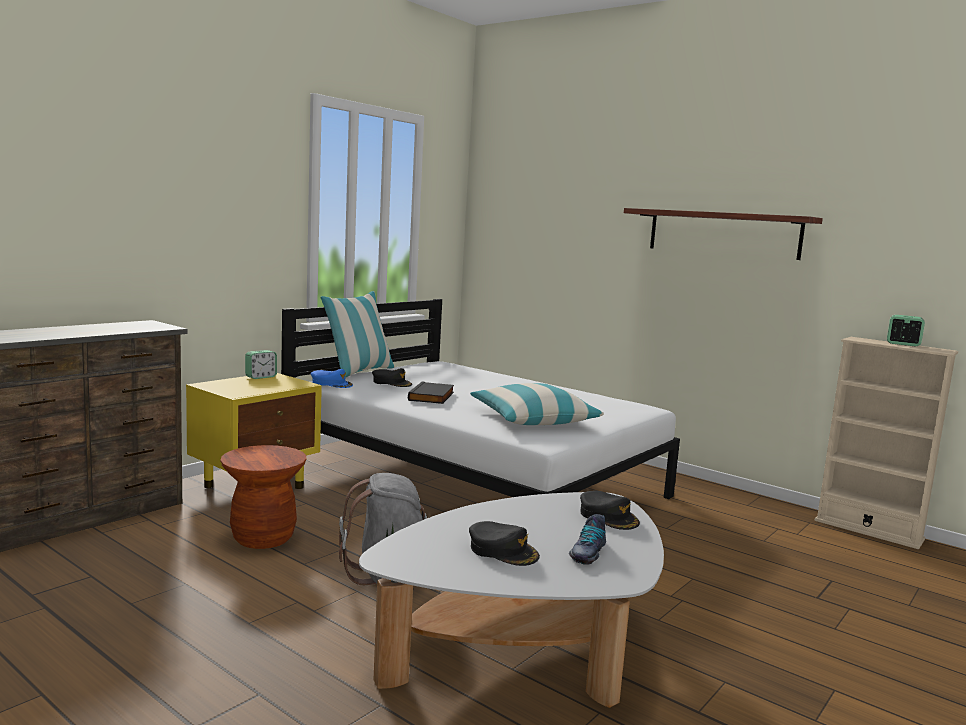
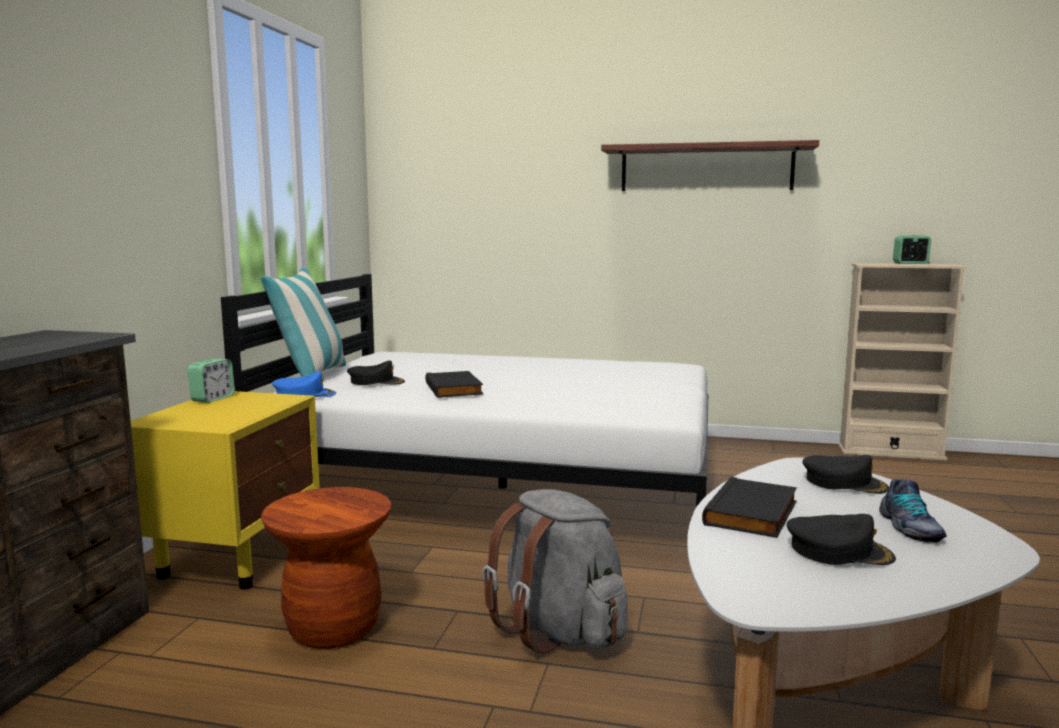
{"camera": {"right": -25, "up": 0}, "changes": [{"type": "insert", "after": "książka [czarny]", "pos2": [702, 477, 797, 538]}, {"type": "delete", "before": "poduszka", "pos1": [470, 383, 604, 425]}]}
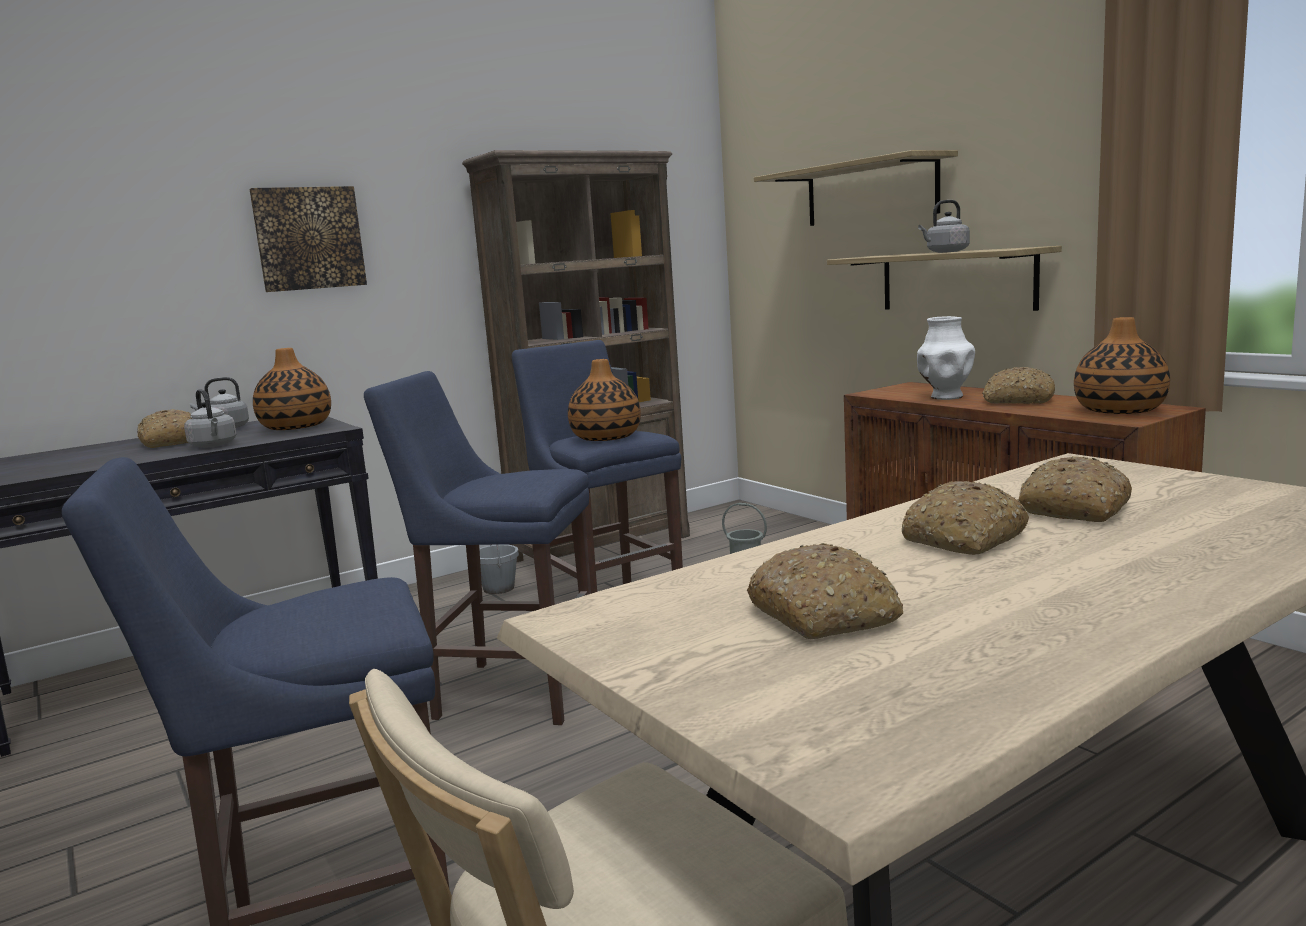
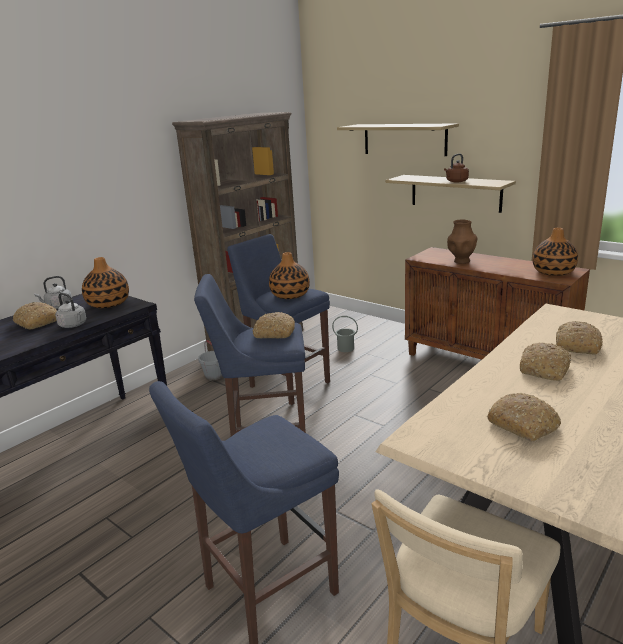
{"camera": {"right": -15, "up": 10}, "changes": [{"type": "move", "before": "chleb", "pos1": [982, 367, 1055, 404], "pos2": [253, 312, 295, 339]}, {"type": "recolor", "before": "czajnik [szary]", "after": "czajnik [brązowy]", "pos1": [918, 200, 970, 253], "pos2": [444, 154, 469, 182]}, {"type": "recolor", "before": "wazon [biały]", "after": "wazon [brązowy]", "pos1": [917, 316, 975, 400], "pos2": [447, 219, 477, 264]}, {"type": "delete", "before": "obraz", "pos1": [249, 186, 367, 292]}]}
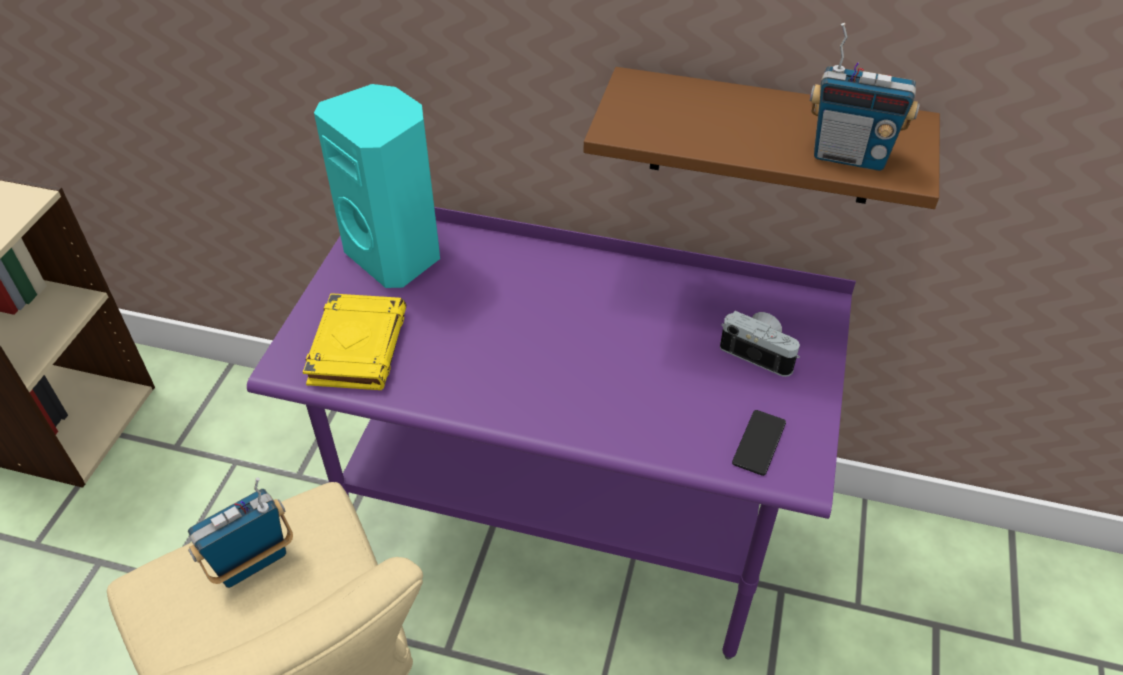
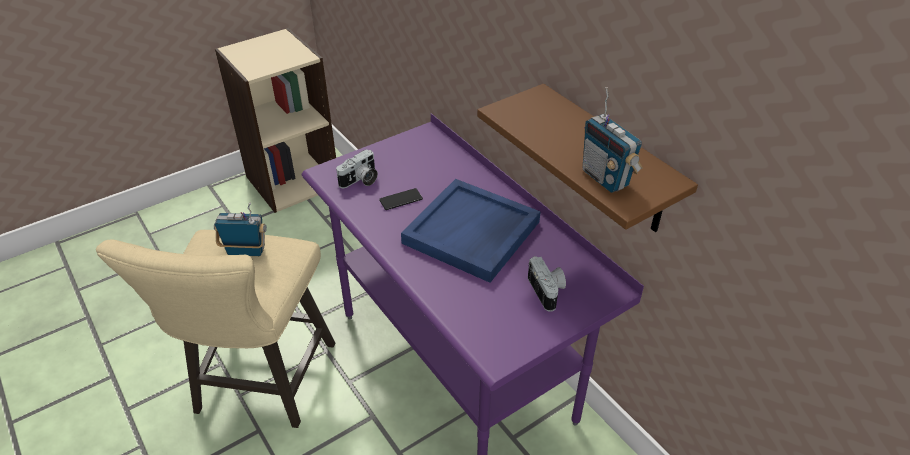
{"camera": {"right": 40, "up": -5}, "changes": [{"type": "replace", "before": "książka [żółty]", "after": "aparat fotograficzny", "pos1": [303, 293, 406, 390], "pos2": [336, 149, 378, 188]}, {"type": "move", "before": "telefon", "pos1": [732, 410, 786, 476], "pos2": [379, 188, 423, 210]}, {"type": "insert", "after": "taca [niebieski]", "pos2": [401, 179, 541, 283]}, {"type": "delete", "before": "głośnik [turkusowy]", "pos1": [314, 84, 440, 288]}]}
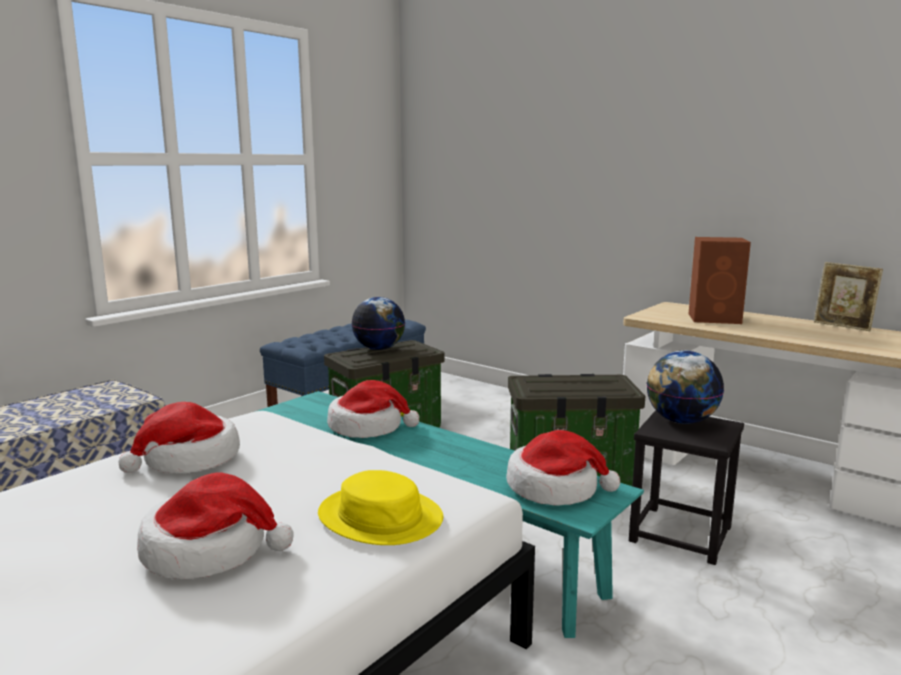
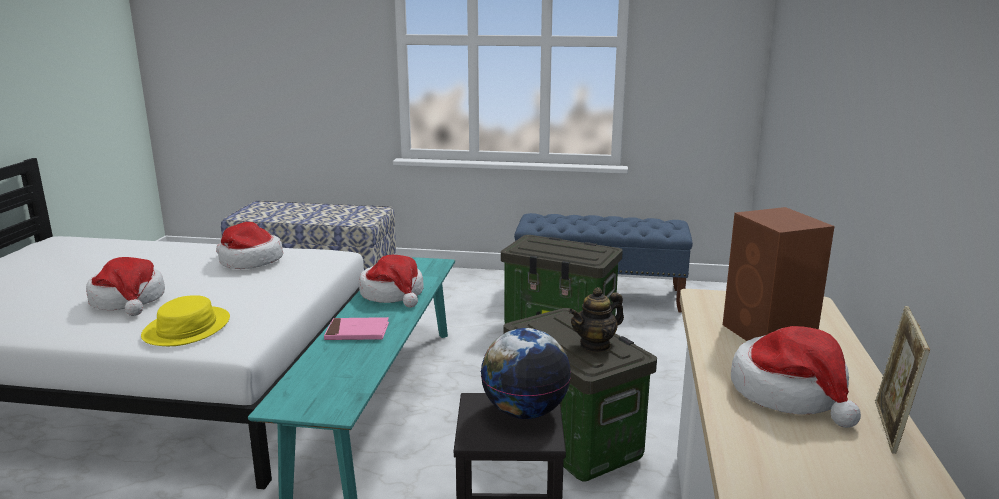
{"camera": {"right": 60, "up": 5}, "changes": [{"type": "insert", "after": "książka [różowy]", "pos2": [324, 317, 389, 340]}, {"type": "insert", "after": "imbryk", "pos2": [569, 287, 624, 352]}, {"type": "move", "before": "kapelusz", "pos1": [506, 430, 620, 506], "pos2": [731, 326, 861, 428]}, {"type": "delete", "before": "globus", "pos1": [351, 297, 405, 350]}]}
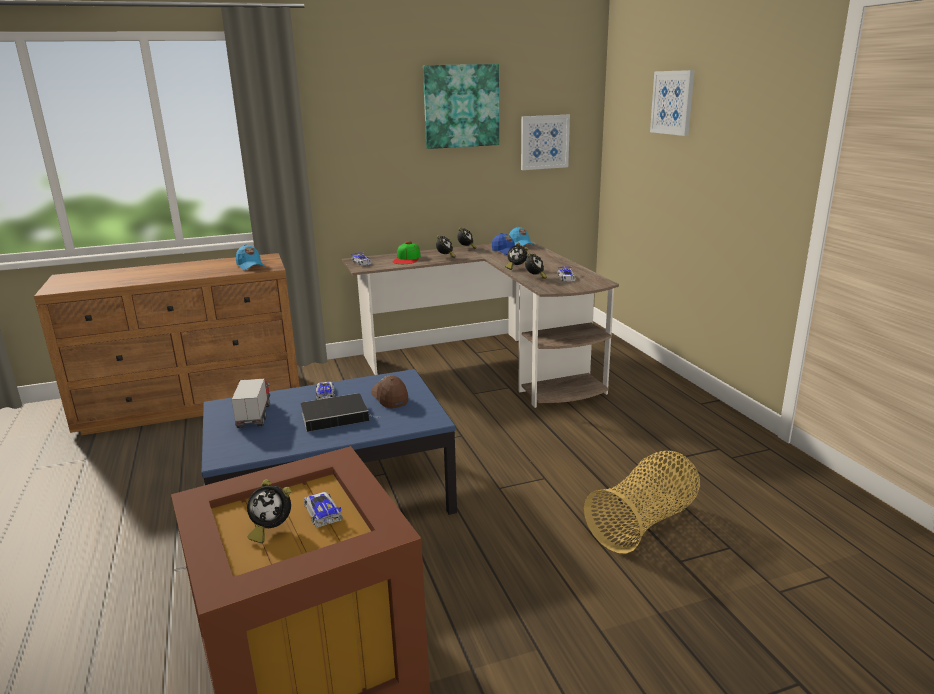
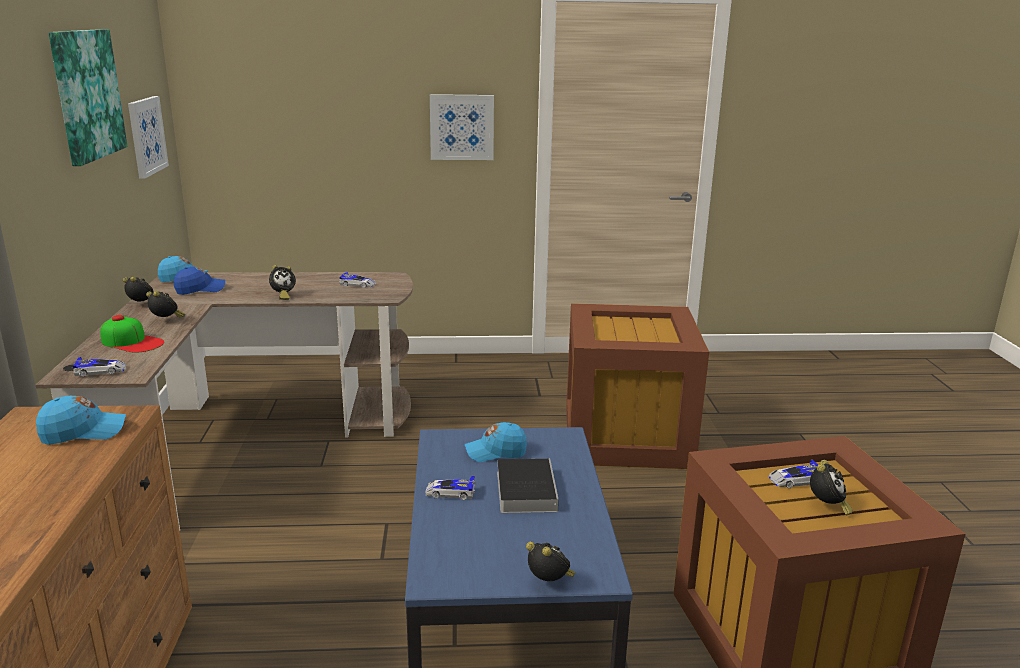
{"camera": {"right": -75, "up": 0}, "changes": [{"type": "move", "before": "obraz", "pos1": [650, 70, 694, 136], "pos2": [430, 94, 494, 160]}, {"type": "recolor", "before": "czapka z daszkiem [brązowy]", "after": "czapka z daszkiem [niebieski]", "pos1": [371, 375, 408, 409], "pos2": [465, 422, 527, 462]}, {"type": "move", "before": "budzik", "pos1": [525, 253, 547, 279], "pos2": [526, 542, 575, 581]}, {"type": "replace", "before": "koszyk", "after": "pojemnik do przechowywania [brązowy]", "pos1": [584, 451, 700, 554], "pos2": [566, 303, 709, 469]}, {"type": "delete", "before": "ciężarówka zabawkowa", "pos1": [231, 379, 270, 428]}]}
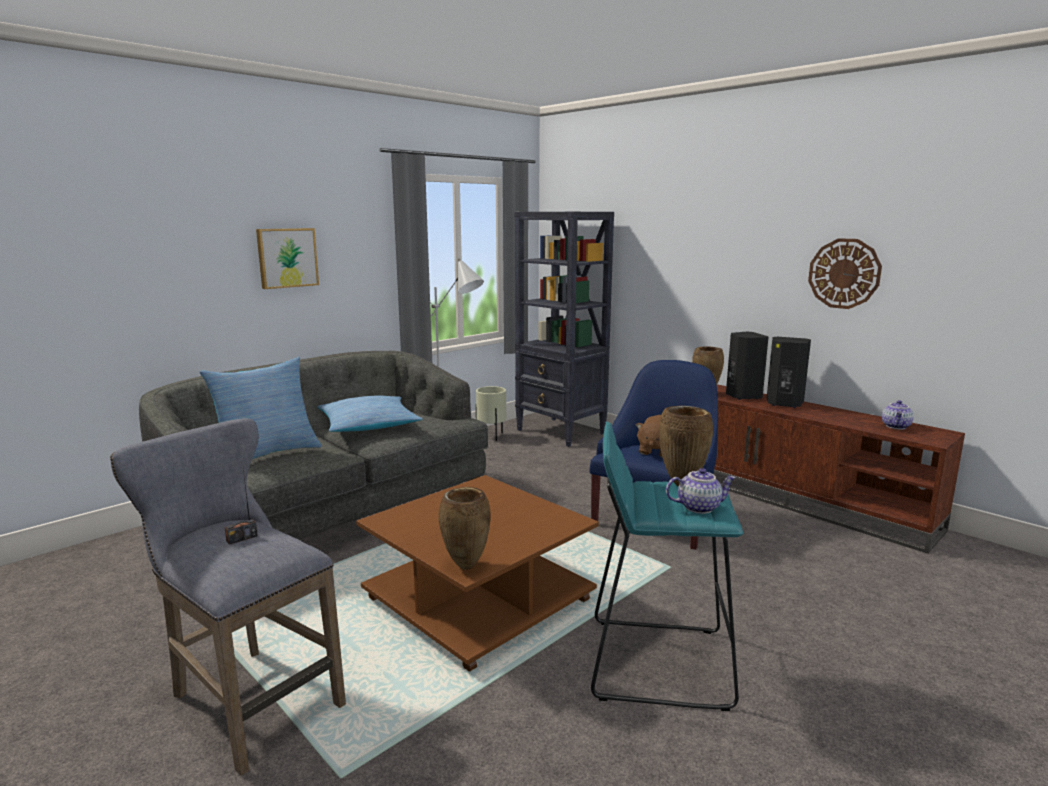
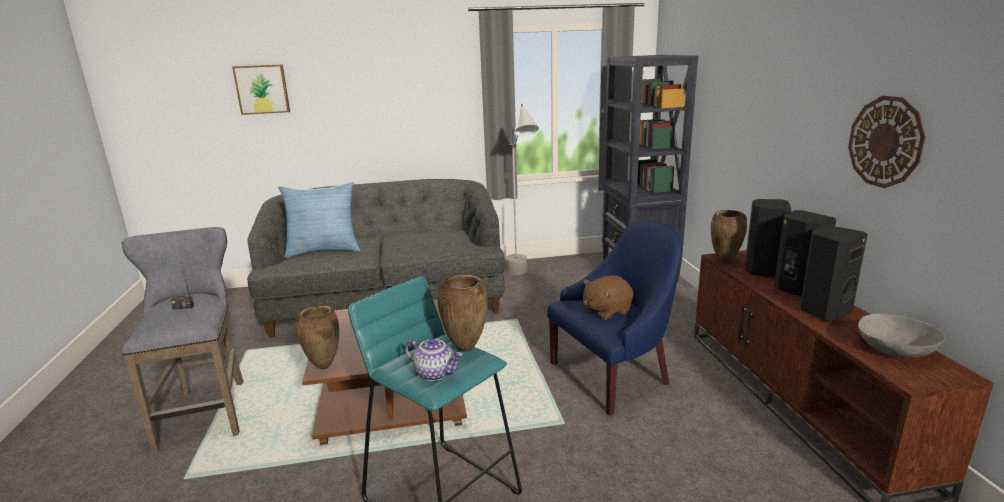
{"camera": {"right": 35, "up": 5}, "changes": [{"type": "move", "before": "obraz", "pos1": [256, 228, 319, 289], "pos2": [232, 64, 290, 115]}, {"type": "insert", "after": "głośnik [czarny]", "pos2": [800, 226, 868, 321]}, {"type": "replace", "before": "imbryk", "after": "miska [szary]", "pos1": [882, 400, 914, 429], "pos2": [858, 314, 945, 358]}, {"type": "delete", "before": "poduszka", "pos1": [317, 395, 423, 432]}, {"type": "delete", "before": "donica [beżowy]", "pos1": [476, 386, 506, 441]}]}
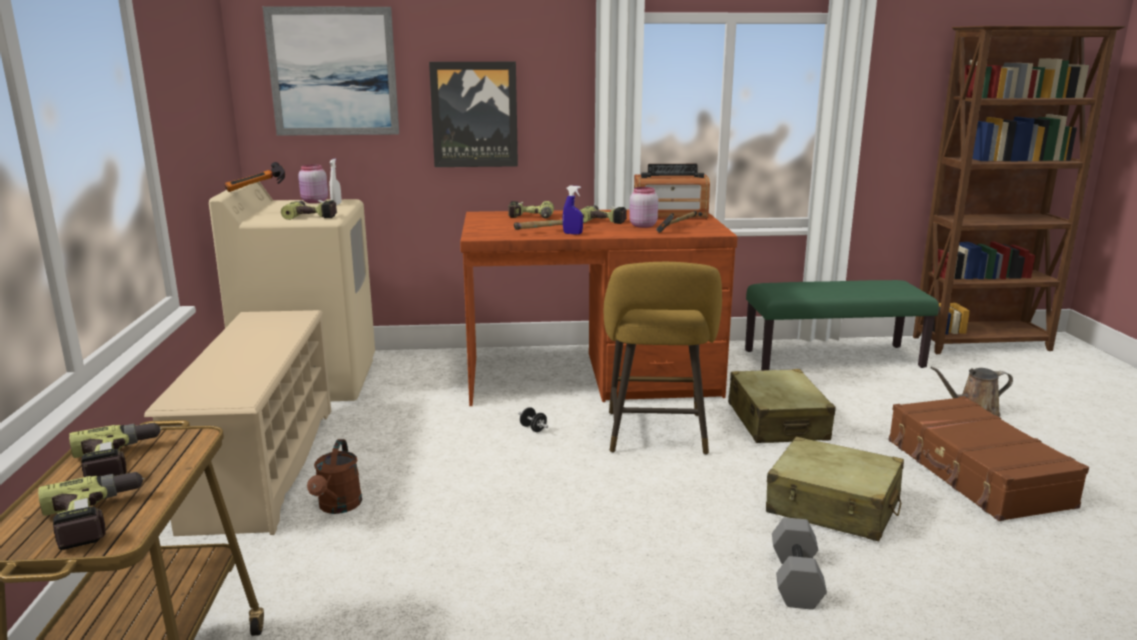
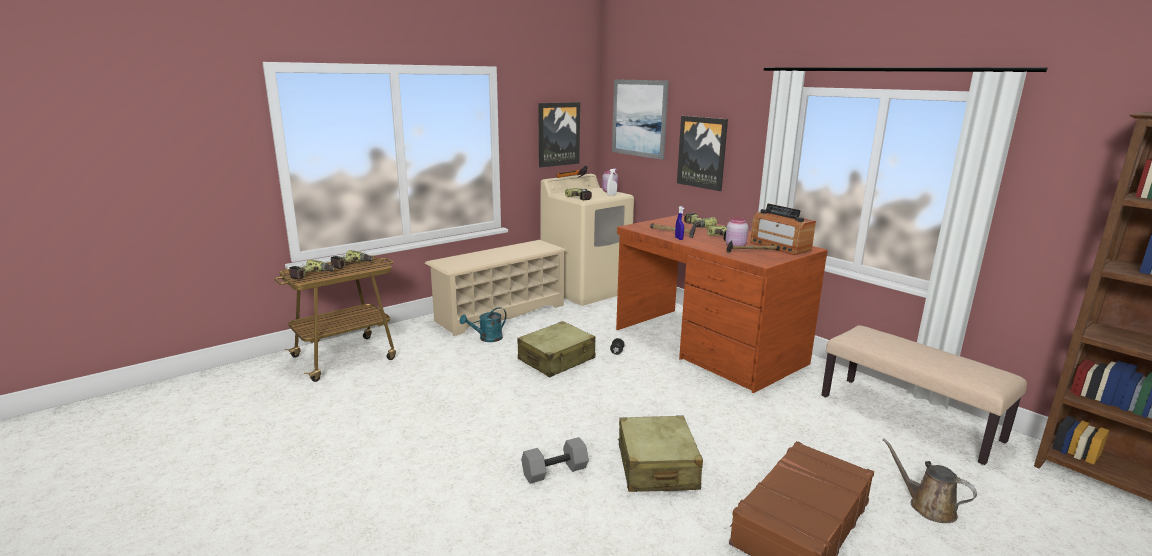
{"camera": {"right": 55, "up": 0}, "changes": [{"type": "recolor", "before": "konewka [brązowy]", "after": "konewka [turkusowy]", "pos1": [307, 439, 362, 514], "pos2": [460, 307, 507, 342]}, {"type": "move", "before": "walizka [beżowy]", "pos1": [728, 369, 836, 443], "pos2": [517, 321, 595, 377]}, {"type": "insert", "after": "obraz", "pos2": [538, 102, 580, 167]}, {"type": "recolor", "before": "ławka [zielony]", "after": "ławka [beżowy]", "pos1": [745, 280, 939, 370], "pos2": [822, 325, 1027, 465]}, {"type": "delete", "before": "stołek [żółty]", "pos1": [604, 262, 722, 455]}]}
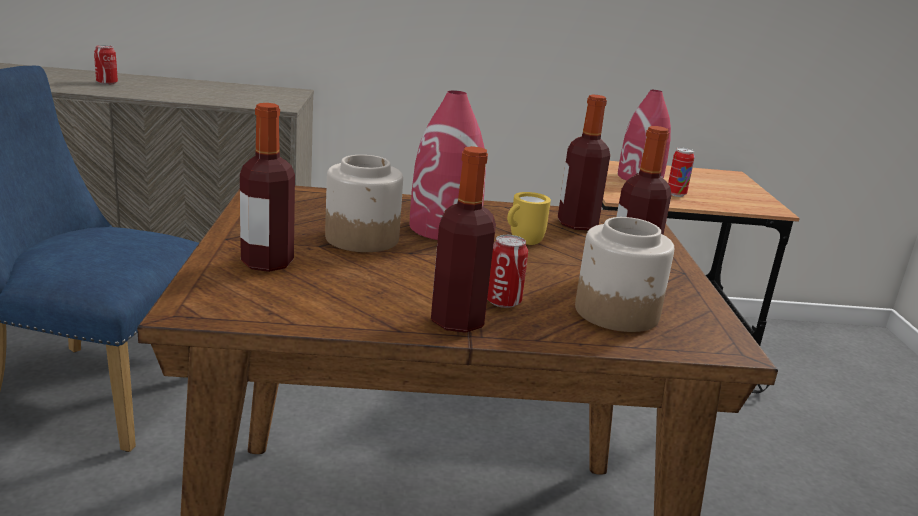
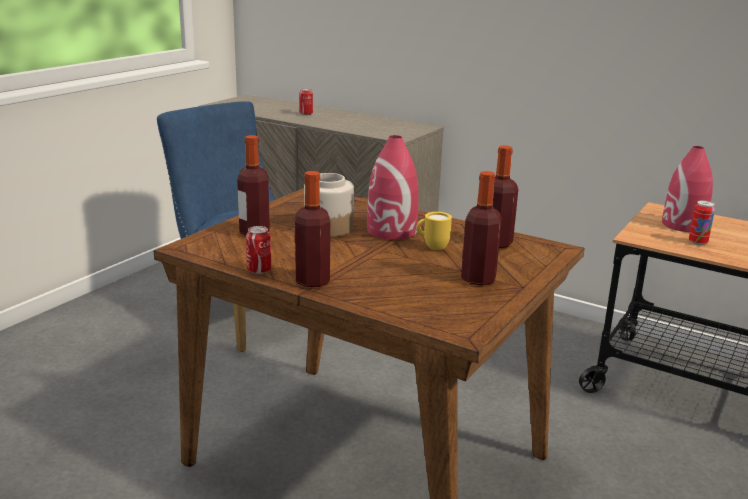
{"camera": {"right": 35, "up": 0}, "changes": [{"type": "move", "before": "puszka", "pos1": [487, 235, 528, 308], "pos2": [246, 226, 271, 274]}, {"type": "delete", "before": "słoik", "pos1": [575, 217, 674, 332]}]}
